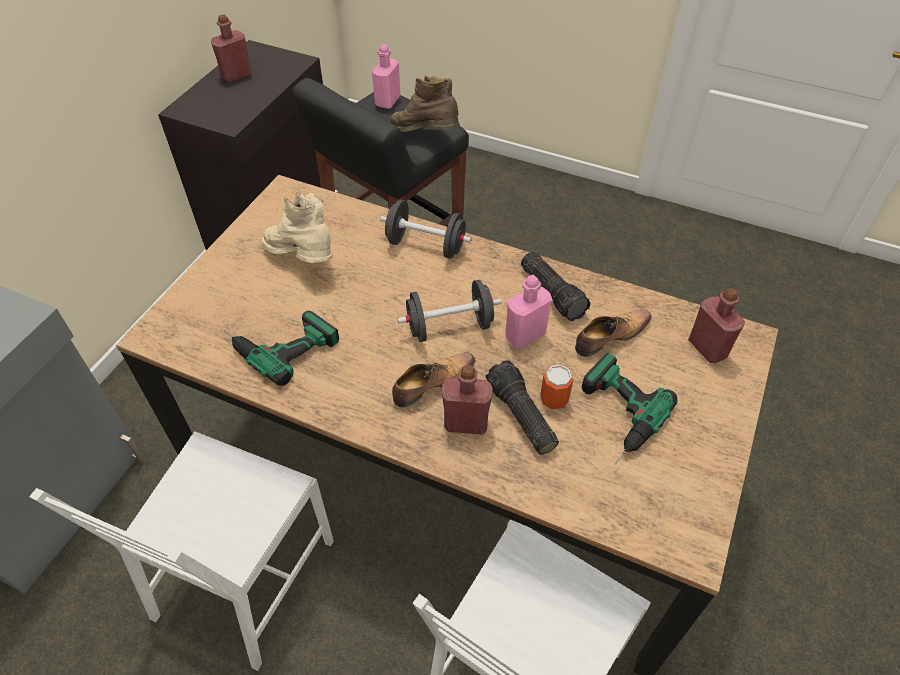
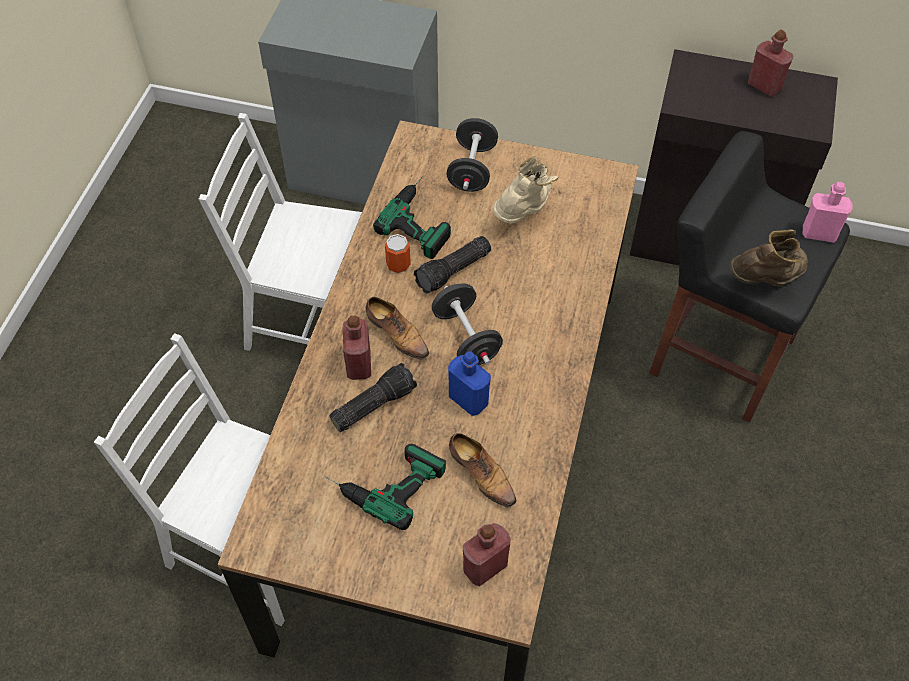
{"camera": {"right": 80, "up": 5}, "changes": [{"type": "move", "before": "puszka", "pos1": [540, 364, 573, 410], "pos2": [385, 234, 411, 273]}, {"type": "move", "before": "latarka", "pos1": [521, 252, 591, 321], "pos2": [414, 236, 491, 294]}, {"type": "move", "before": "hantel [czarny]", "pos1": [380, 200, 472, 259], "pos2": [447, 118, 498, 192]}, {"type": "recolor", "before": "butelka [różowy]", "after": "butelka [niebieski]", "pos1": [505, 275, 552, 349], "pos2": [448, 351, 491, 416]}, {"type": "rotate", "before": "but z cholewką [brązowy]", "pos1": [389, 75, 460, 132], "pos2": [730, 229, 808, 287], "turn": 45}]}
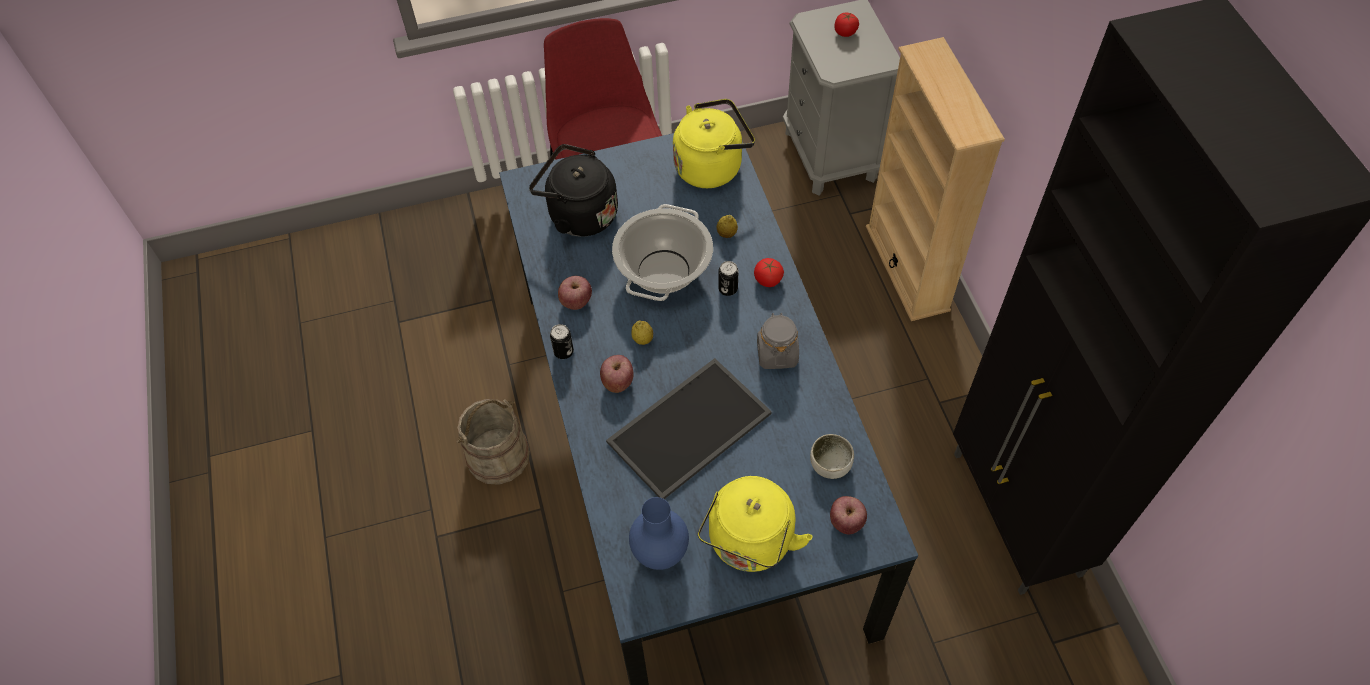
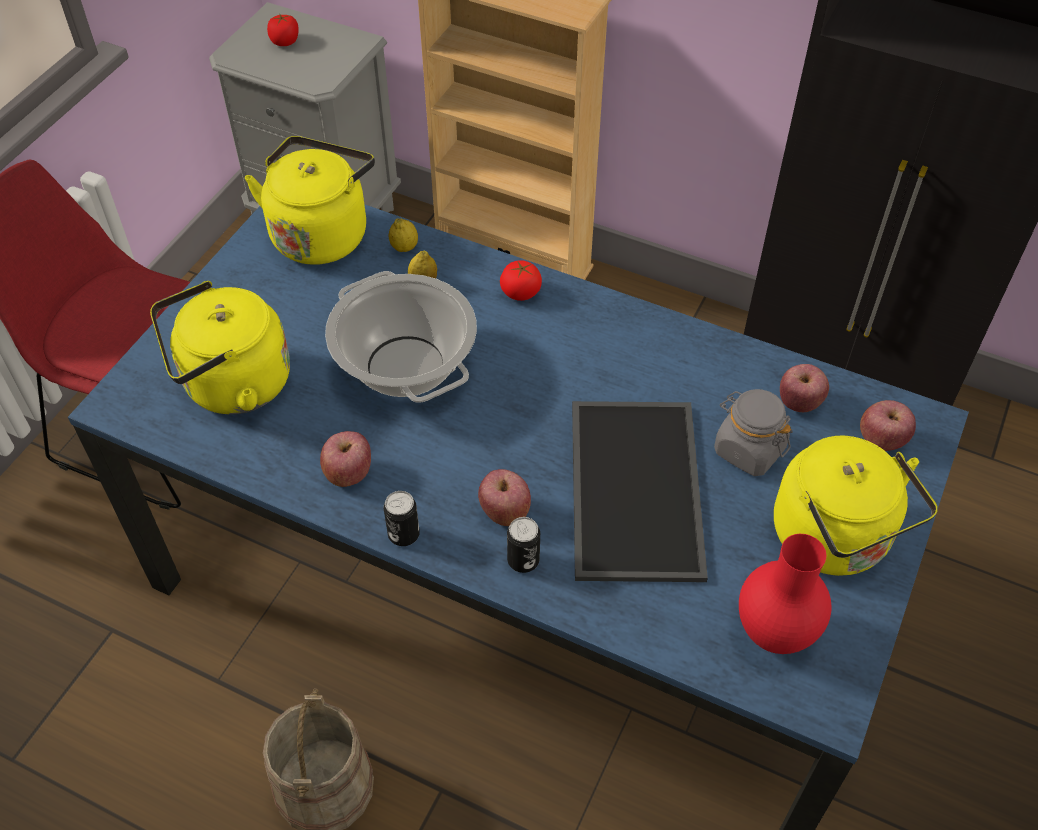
{"camera": {"right": -50, "up": -5}, "changes": [{"type": "recolor", "before": "czajnik [czarny]", "after": "czajnik [żółty]", "pos1": [529, 144, 618, 237], "pos2": [150, 281, 290, 414]}, {"type": "move", "before": "cytryna", "pos1": [631, 320, 653, 345], "pos2": [389, 218, 418, 252]}, {"type": "move", "before": "puszka", "pos1": [718, 261, 738, 296], "pos2": [507, 517, 540, 573]}, {"type": "move", "before": "słoik [szary]", "pos1": [757, 313, 799, 369], "pos2": [714, 389, 793, 476]}, {"type": "recolor", "before": "wazon [niebieski]", "after": "wazon [czerwony]", "pos1": [629, 497, 689, 570], "pos2": [739, 534, 832, 654]}, {"type": "replace", "before": "miska", "after": "jabłko", "pos1": [810, 434, 854, 479], "pos2": [780, 364, 829, 412]}]}
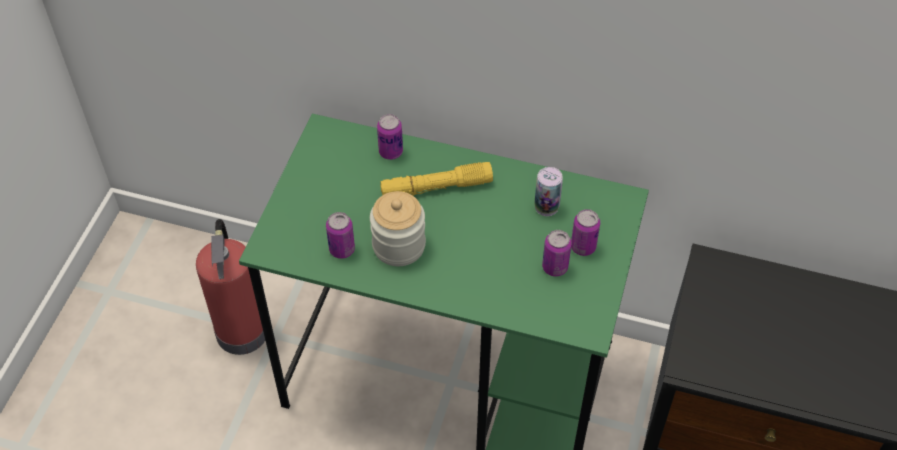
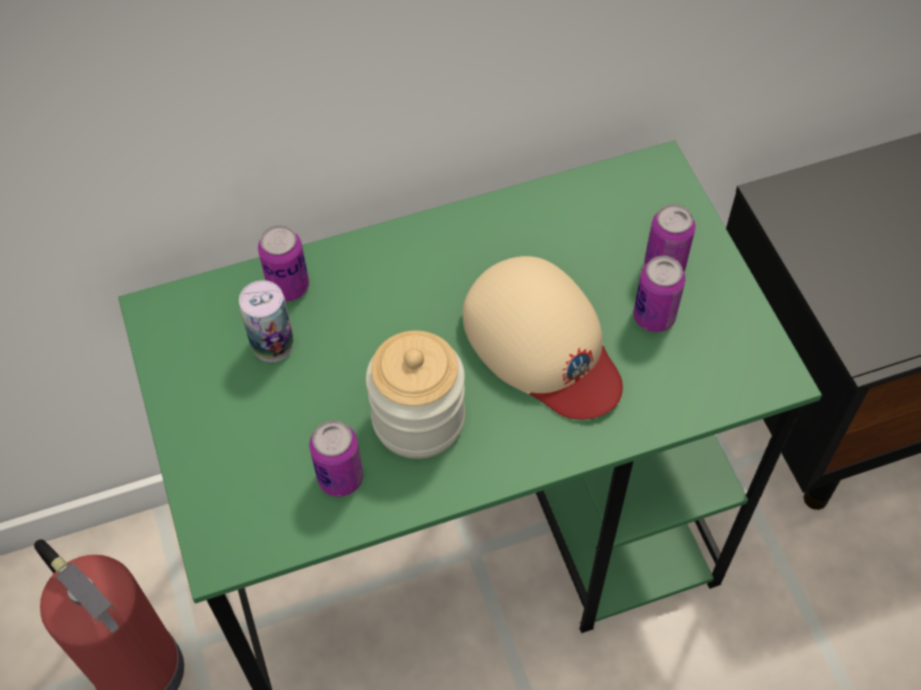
{"camera": {"right": -35, "up": 5}, "changes": [{"type": "move", "before": "puszka", "pos1": [534, 167, 563, 216], "pos2": [239, 280, 294, 362]}, {"type": "insert", "after": "czapka z daszkiem [beżowy]", "pos2": [463, 256, 623, 420]}, {"type": "delete", "before": "latarka [żółty]", "pos1": [380, 162, 493, 196]}]}
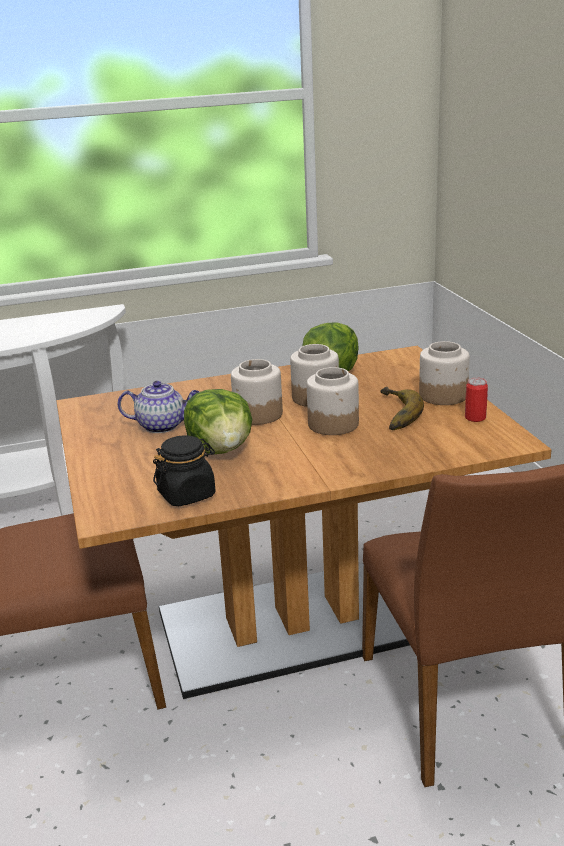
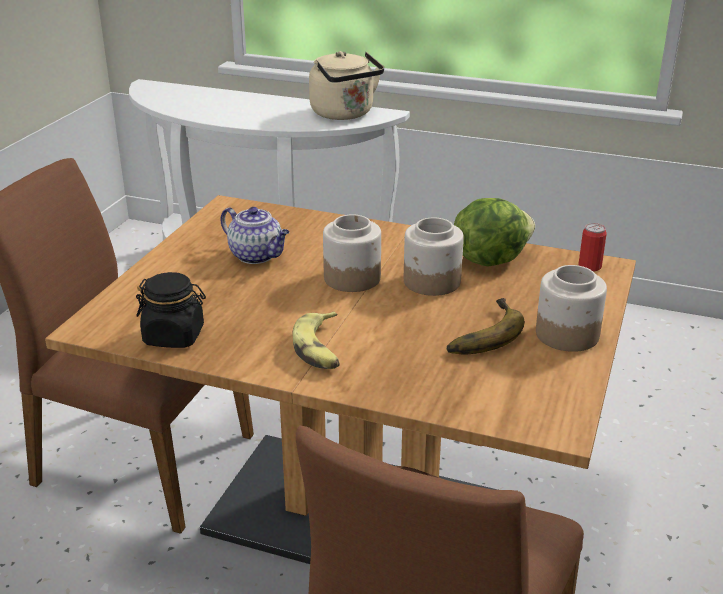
{"camera": {"right": 35, "up": 5}, "changes": [{"type": "insert", "after": "banan", "pos2": [292, 311, 340, 369]}, {"type": "insert", "after": "czajnik [beżowy]", "pos2": [309, 51, 384, 120]}, {"type": "move", "before": "puszka", "pos1": [465, 378, 488, 422], "pos2": [578, 223, 607, 272]}, {"type": "delete", "before": "sałata", "pos1": [184, 389, 252, 454]}, {"type": "delete", "before": "słoik", "pos1": [307, 367, 359, 435]}]}
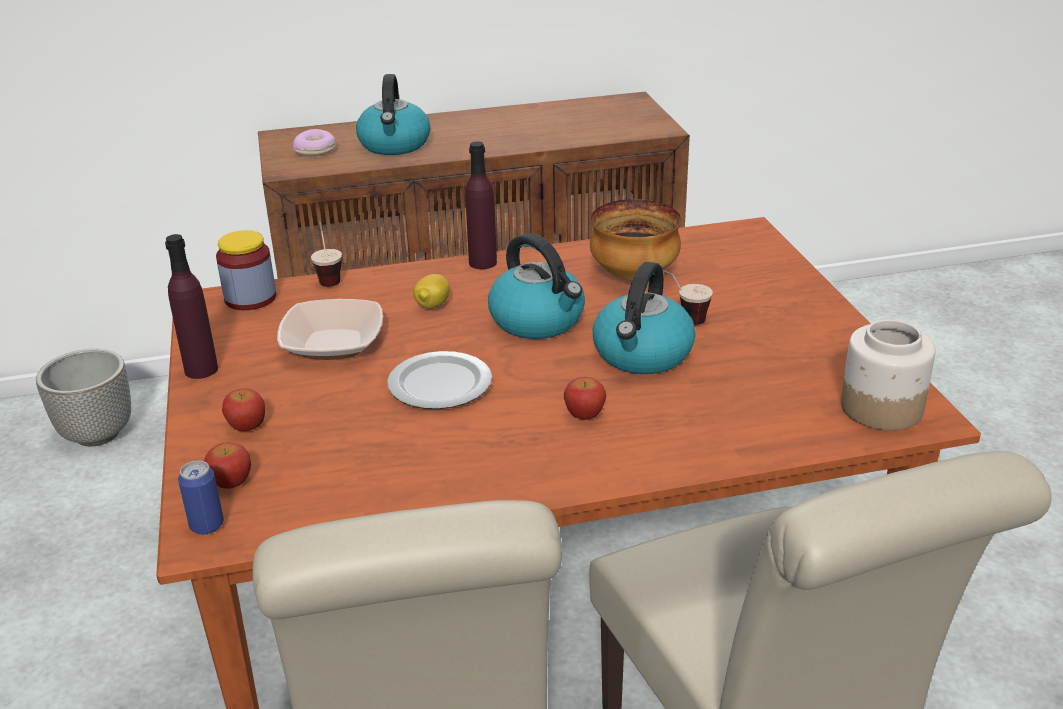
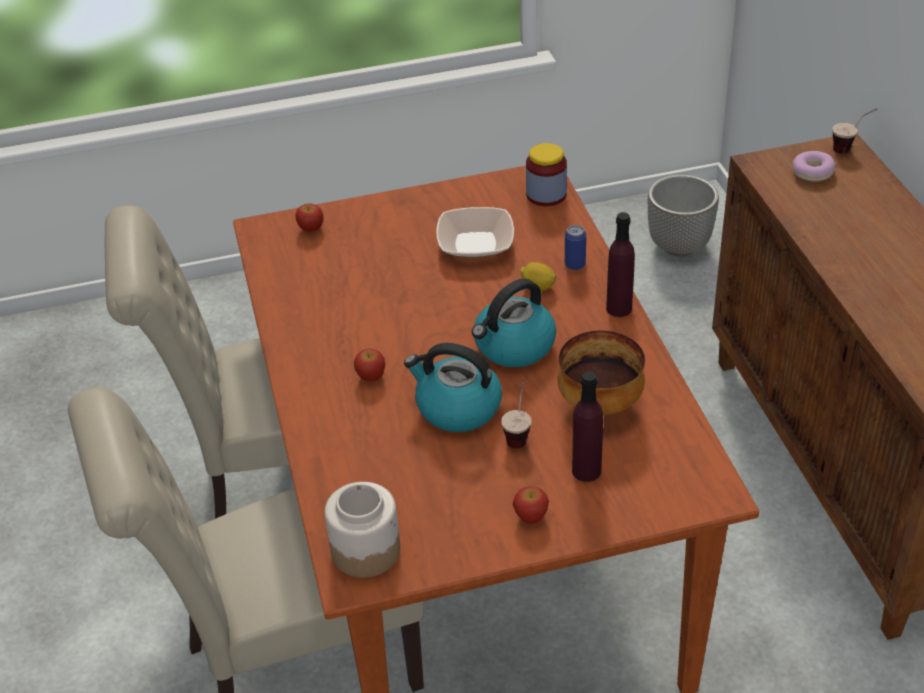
{"camera": {"right": 90, "up": 10}, "changes": [{"type": "move", "before": "jabłko", "pos1": [222, 388, 265, 431], "pos2": [513, 486, 549, 524]}, {"type": "move", "before": "puszka", "pos1": [178, 461, 224, 535], "pos2": [565, 225, 586, 270]}, {"type": "move", "before": "butelka [fioletowy]", "pos1": [165, 234, 218, 379], "pos2": [572, 371, 603, 482]}, {"type": "move", "before": "filiżanka", "pos1": [311, 220, 342, 287], "pos2": [832, 108, 877, 154]}, {"type": "delete", "before": "czajnik", "pos1": [356, 74, 430, 155]}, {"type": "delete", "before": "talerz", "pos1": [387, 351, 492, 409]}]}
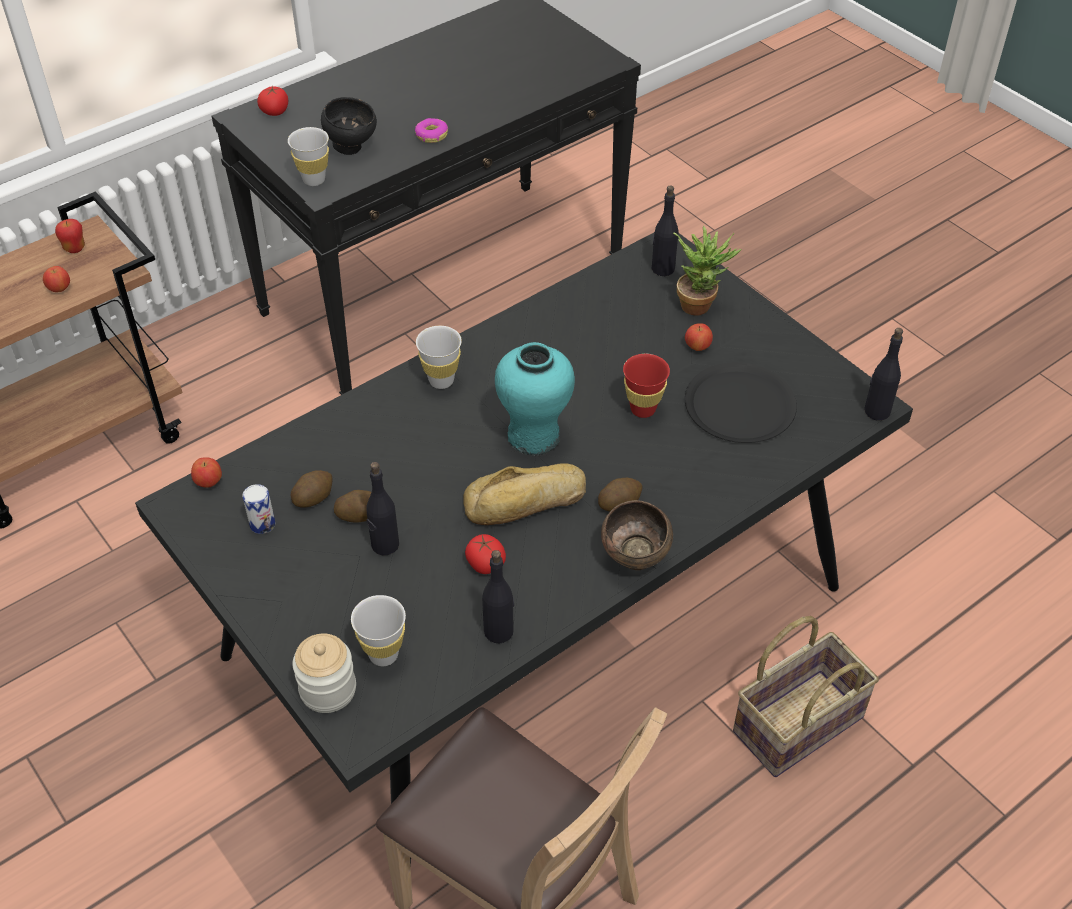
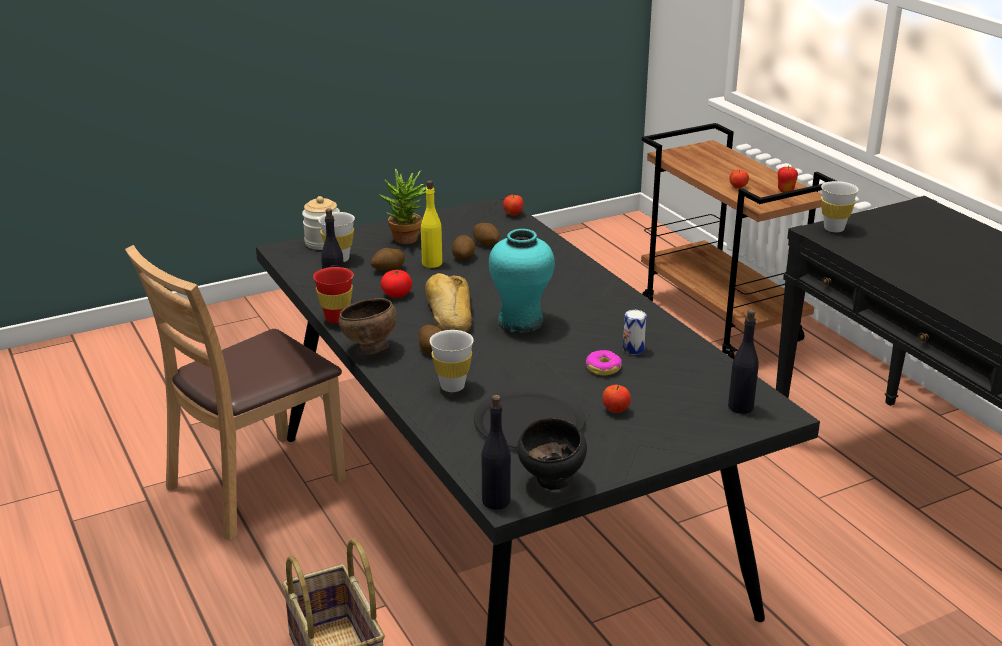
{"camera": {"right": 100, "up": -20}, "changes": [{"type": "move", "before": "filiżanka [czerwony]", "pos1": [623, 354, 670, 418], "pos2": [313, 267, 353, 323]}, {"type": "insert", "after": "ziemniak", "pos2": [371, 248, 405, 271]}, {"type": "move", "before": "roślina doniczkowa", "pos1": [673, 226, 742, 316], "pos2": [378, 168, 427, 244]}, {"type": "recolor", "before": "butelka [czarny]", "after": "butelka [żółty]", "pos1": [366, 462, 399, 556], "pos2": [421, 181, 442, 268]}, {"type": "move", "before": "filiżanka [biały]", "pos1": [416, 326, 462, 389], "pos2": [430, 330, 474, 392]}, {"type": "move", "before": "miska [czarny]", "pos1": [321, 97, 377, 155], "pos2": [517, 418, 587, 490]}, {"type": "move", "before": "donut", "pos1": [415, 118, 448, 143], "pos2": [586, 350, 622, 375]}, {"type": "move", "before": "puszka", "pos1": [242, 484, 275, 534], "pos2": [623, 310, 646, 355]}, {"type": "delete", "before": "pomidor", "pos1": [257, 86, 288, 116]}]}
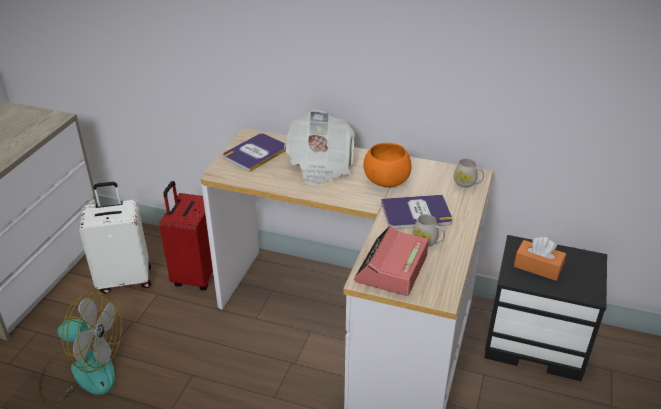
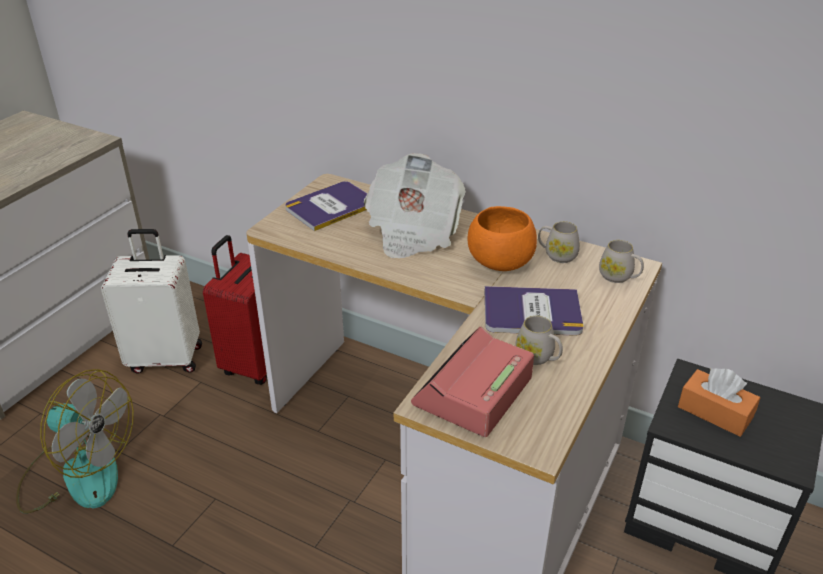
{"camera": {"right": 10, "up": 0}, "changes": [{"type": "insert", "after": "kubek [biały]", "pos2": [538, 221, 580, 263]}]}
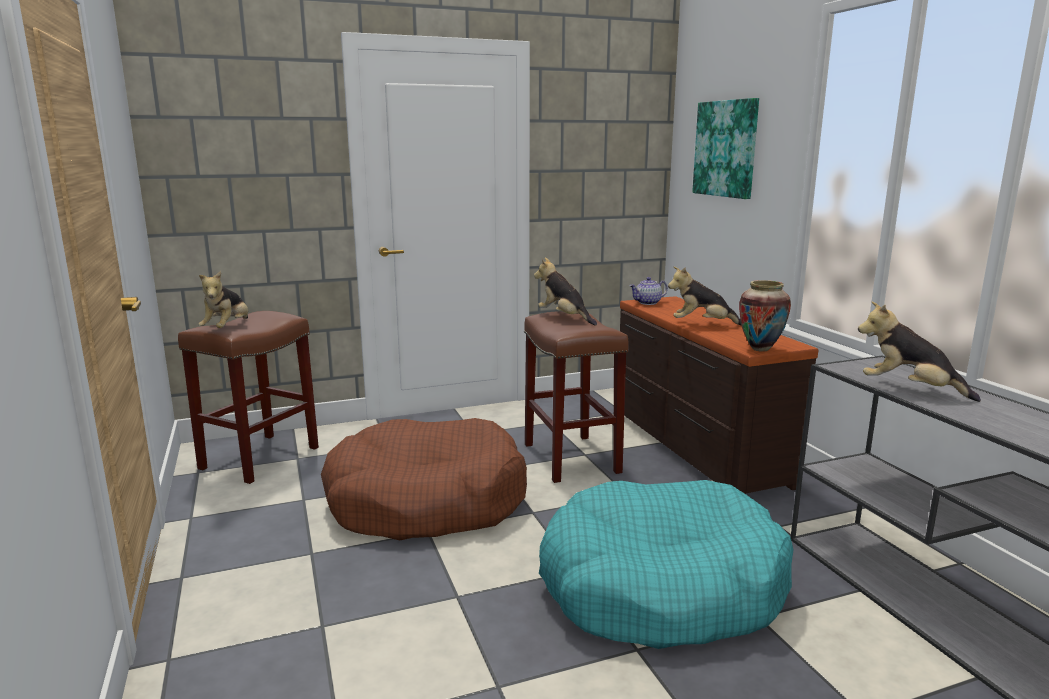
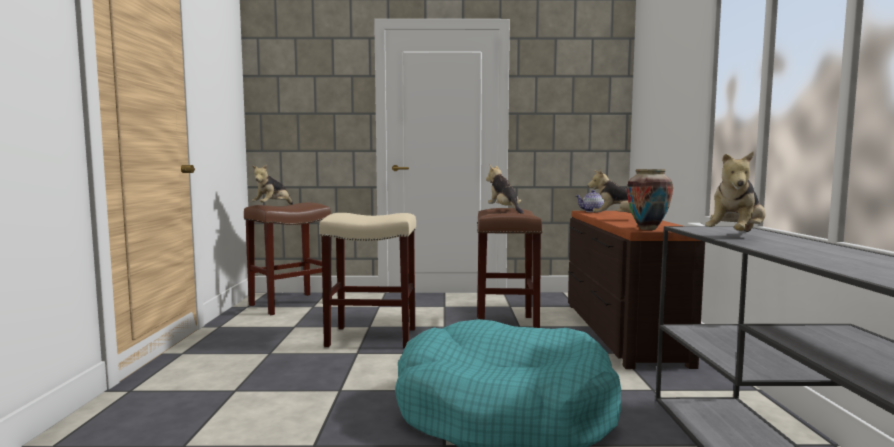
{"camera": {"right": 20, "up": -10}, "changes": [{"type": "replace", "before": "legowisko [brązowy]", "after": "stołek [beżowy]", "pos1": [321, 418, 527, 540], "pos2": [319, 213, 416, 349]}, {"type": "rotate", "before": "pluszak", "pos1": [858, 302, 981, 402], "pos2": [705, 151, 766, 232], "turn": -105}, {"type": "delete", "before": "obraz", "pos1": [692, 98, 759, 199]}]}
